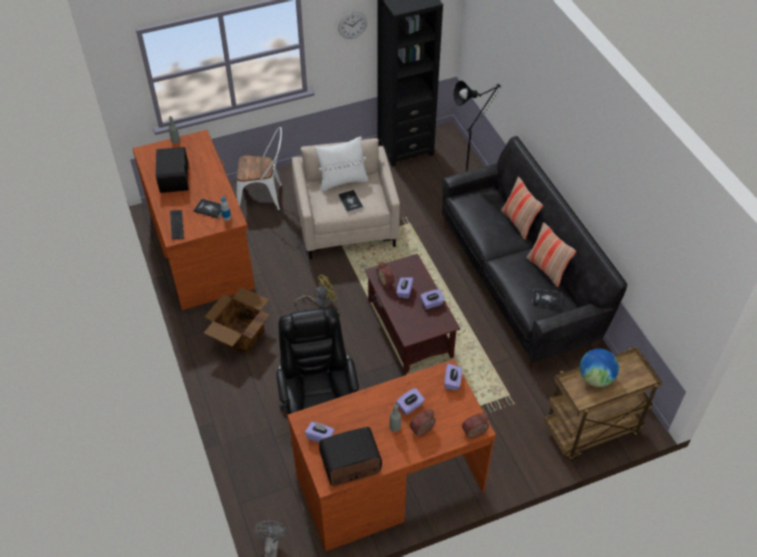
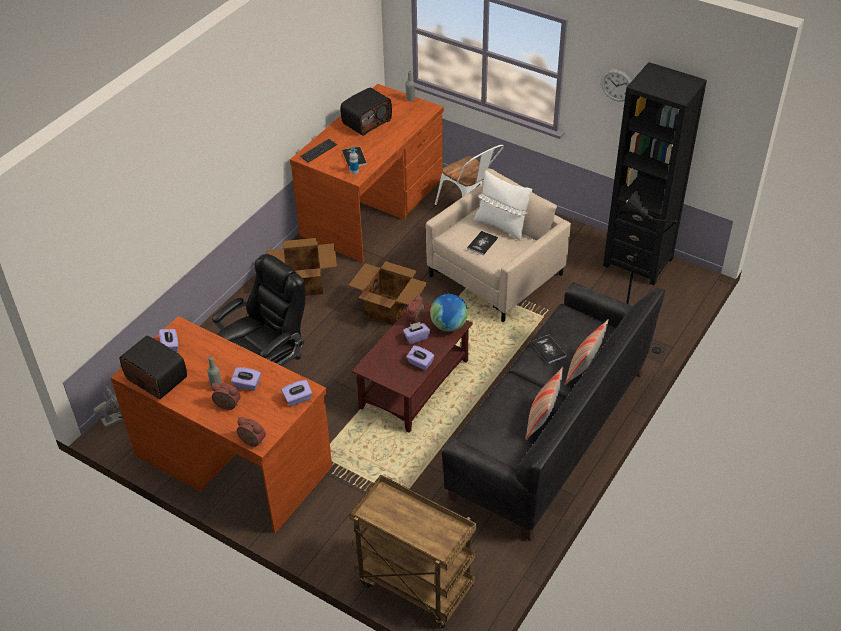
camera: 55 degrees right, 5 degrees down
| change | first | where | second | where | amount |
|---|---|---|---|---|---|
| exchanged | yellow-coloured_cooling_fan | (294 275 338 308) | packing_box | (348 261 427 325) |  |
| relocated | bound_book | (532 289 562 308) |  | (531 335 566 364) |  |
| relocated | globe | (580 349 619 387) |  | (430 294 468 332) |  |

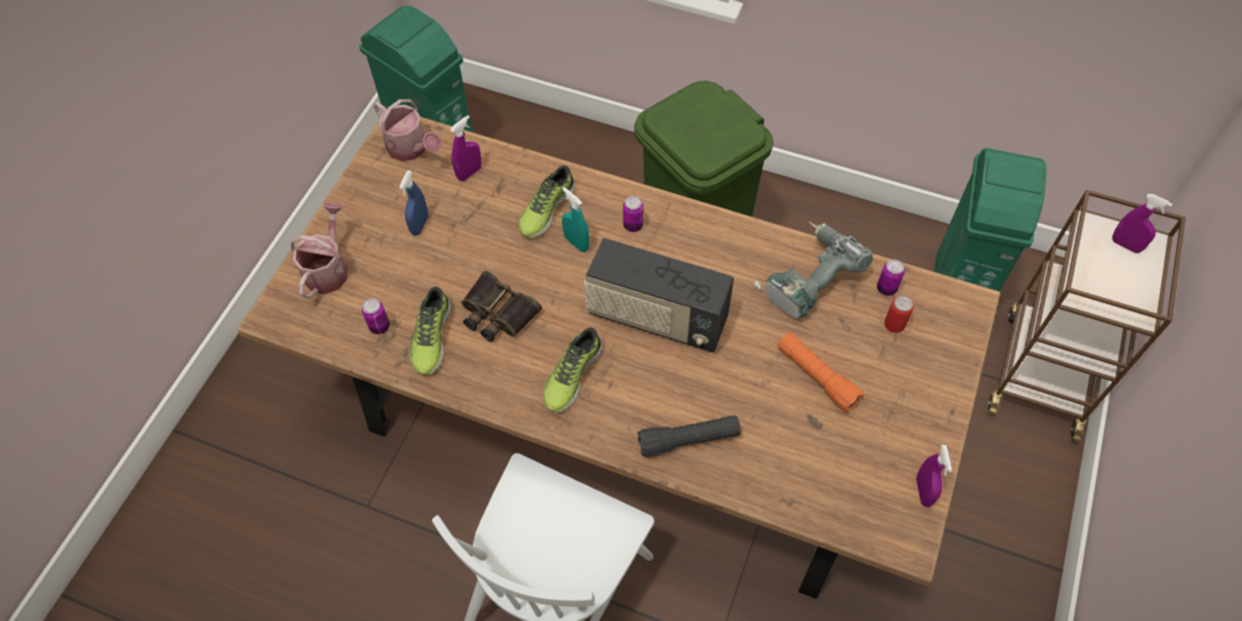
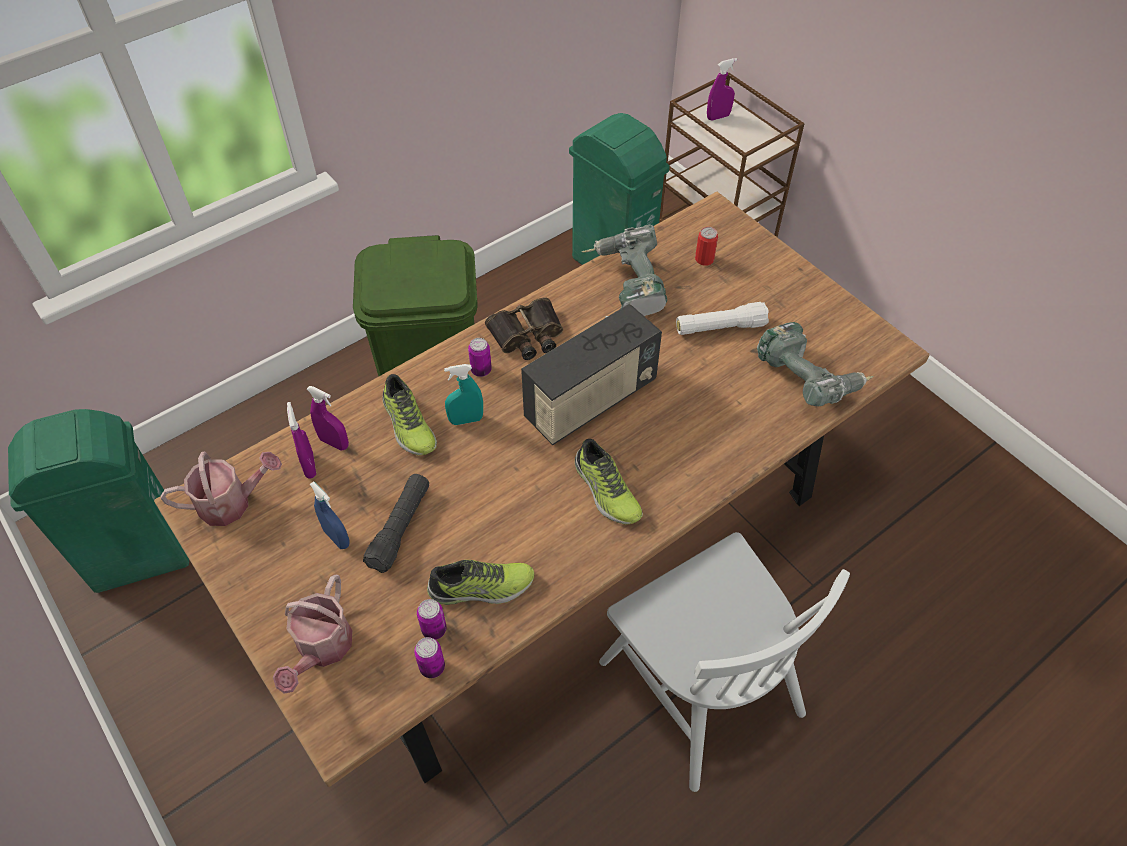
camera: 60 degrees left, 5 degrees down
| change | first | where | second | where | amount |
|---|---|---|---|---|---|
| spun | watering_pot | (291 203 348 299) |  | (273 574 352 693) | 120 degrees counterclockwise |
| spun | item_of_footwear | (409 287 451 374) |  | (427 560 534 605) | 45 degrees counterclockwise |
| relocated | binoculars | (461 270 542 342) |  | (485 297 563 360) |  |
| relocated | blackish_flashlight | (637 415 741 457) |  | (363 474 429 573) |  |
| colour | orange_flashlight | (777 333 864 413) | white_flashlight | (676 302 769 335) |  |
| relocated | sealed_can | (877 260 905 296) |  | (414 637 445 678) |  |
| relocated | purplish_spray_bottle | (916 445 952 507) |  | (307 386 349 451) |  |
| appeared |  |  | power_drill | (757 322 874 406) |  |

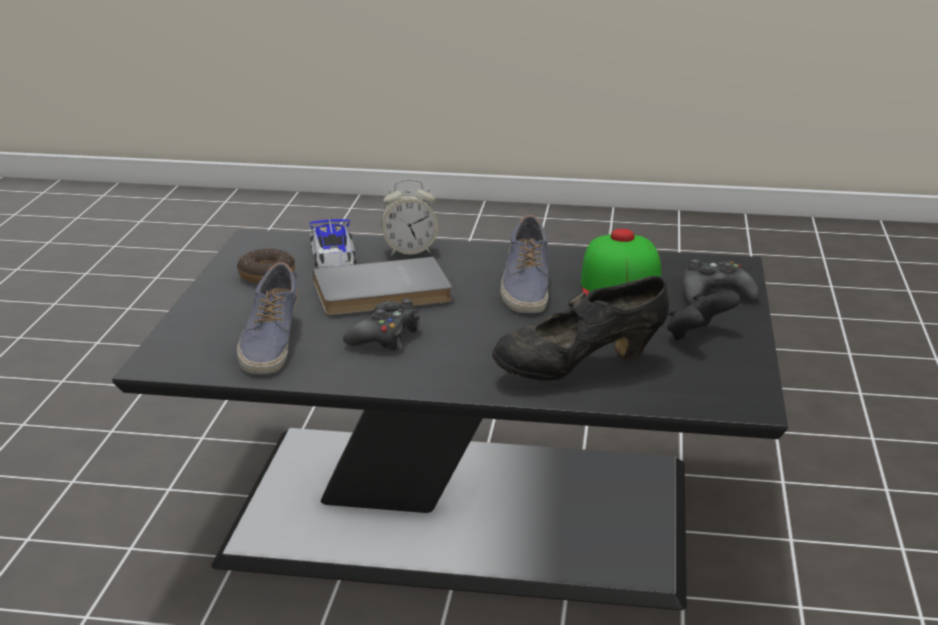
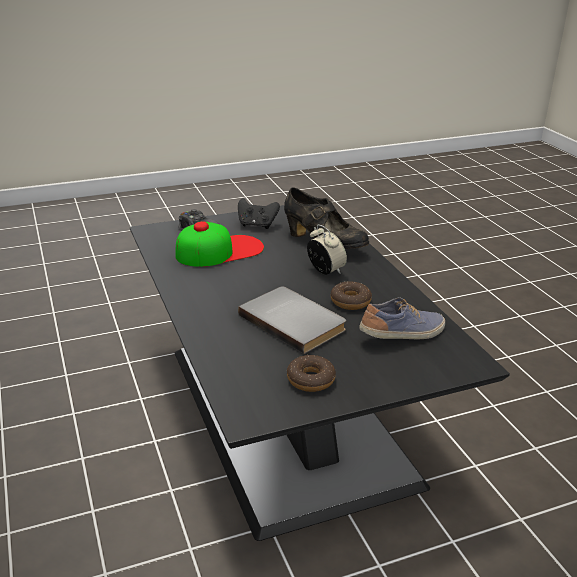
camera: 120 degrees left, 5 degrees up
| change | first | where | second | where | amount |
|---|---|---|---|---|---|
| missing | toy_car | (309 219 356 268) |  |  |  |
| exchanged | blackish_joypad | (343 299 421 351) | donut | (331 281 372 310) |  |
| relocated | alarm_clock | (381 179 438 256) |  | (307 224 347 275) |  |
| missing | item_of_footwear | (500 215 549 313) |  |  |  |

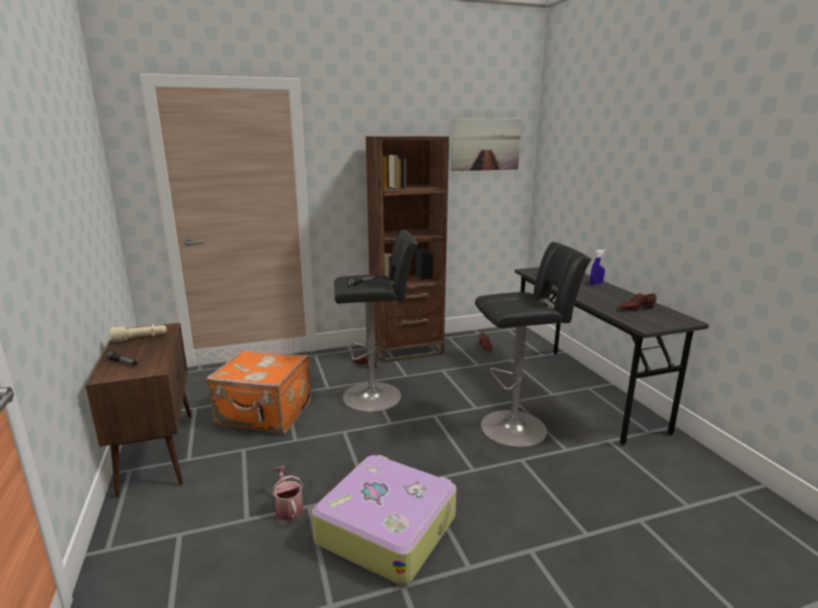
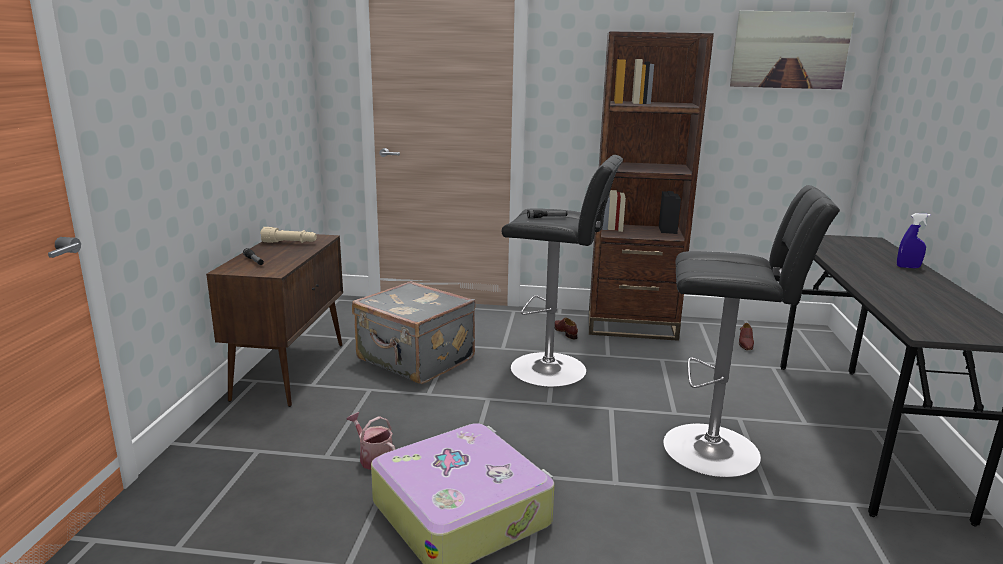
camera: 25 degrees right, 0 degrees up
| change | first | where | second | where | amount |
|---|---|---|---|---|---|
| colour | orange_travel_case | (206 349 311 434) | gray_travel_case | (352 281 476 384) |  |
| spun | watering_pot | (272 466 303 521) |  | (347 412 396 470) | 45 degrees counterclockwise |
| missing | brown_item_of_footwear | (618 293 656 311) |  |  |  |

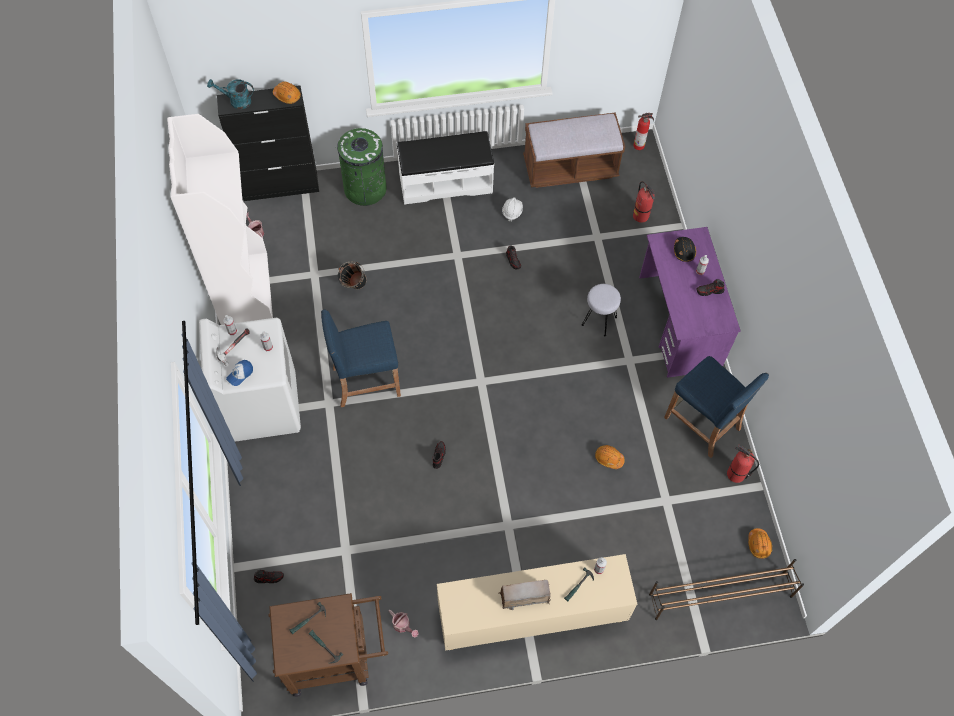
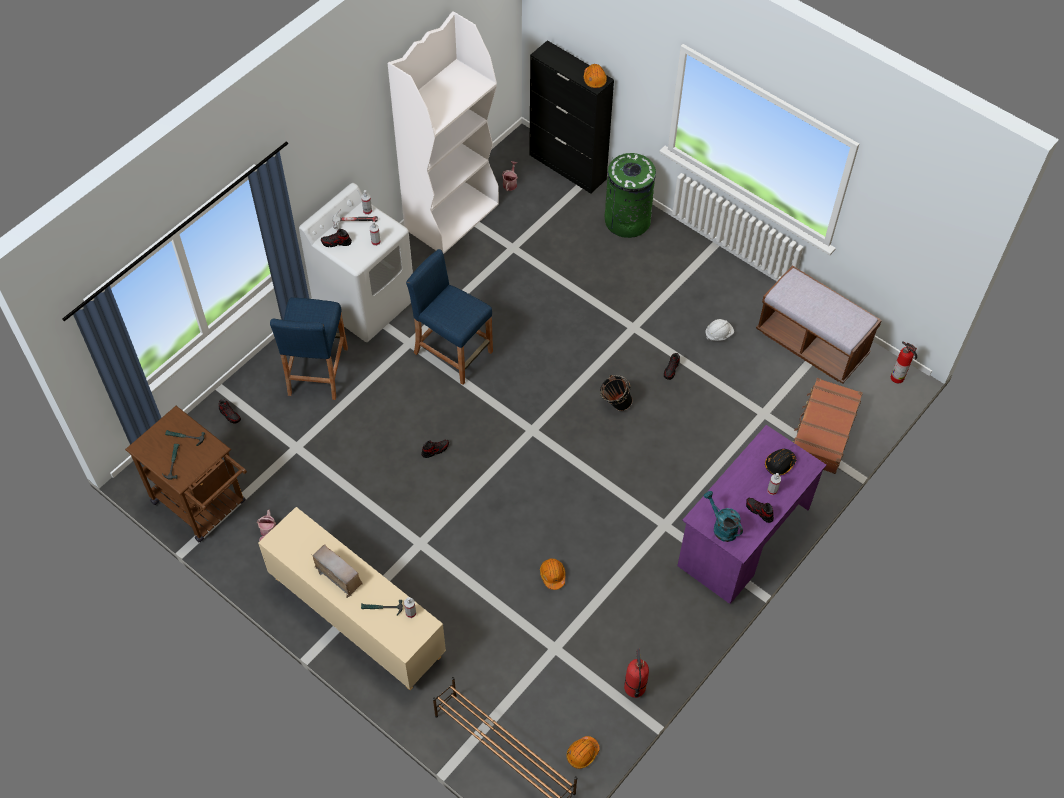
camera: 50 degrees right, 5 degrees down
| change | first | where | second | where | amount |
|---|---|---|---|---|---|
| relocated | turquoise-coloured_watering_pot | (207 79 254 109) |  | (703 491 743 542) |  |
| exchanged | peaked_cap | (226 360 253 386) | item_of_footwear | (321 229 352 247) |  |
| relocated | blackish_pail | (338 261 367 289) |  | (600 375 633 411) |  |
| missing | white_bench | (396 131 494 205) |  |  |  |
| missing | gray_stool_seat | (582 284 621 336) |  |  |  |
| exchanged | extinguisher | (633 181 655 223) | brown_travel_case | (793 378 863 474) |  |
| relocated | blue_stool_seat | (664 356 769 458) |  | (270 297 348 400) |  |

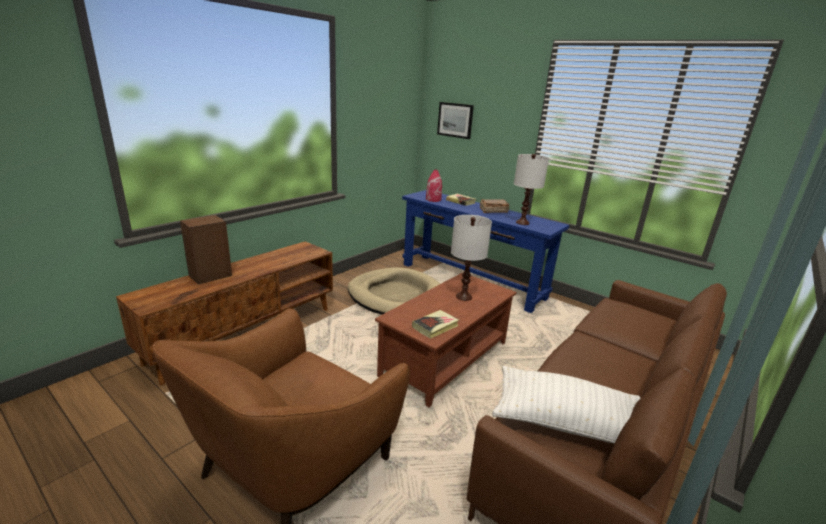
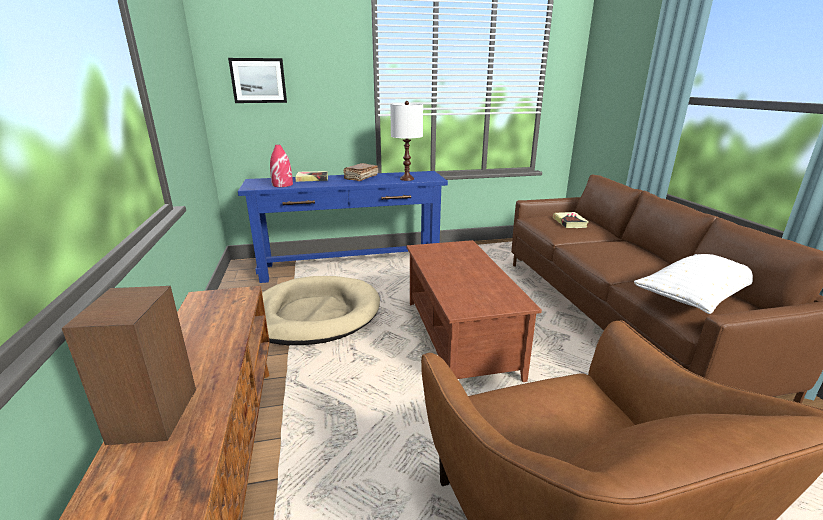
camera: 50 degrees left, 0 degrees up
| change | first | where | second | where | amount |
|---|---|---|---|---|---|
| relocated | bound_book | (412 310 459 338) |  | (553 212 589 228) |  |
| missing | white_table_lamp | (451 215 492 301) |  |  |  |

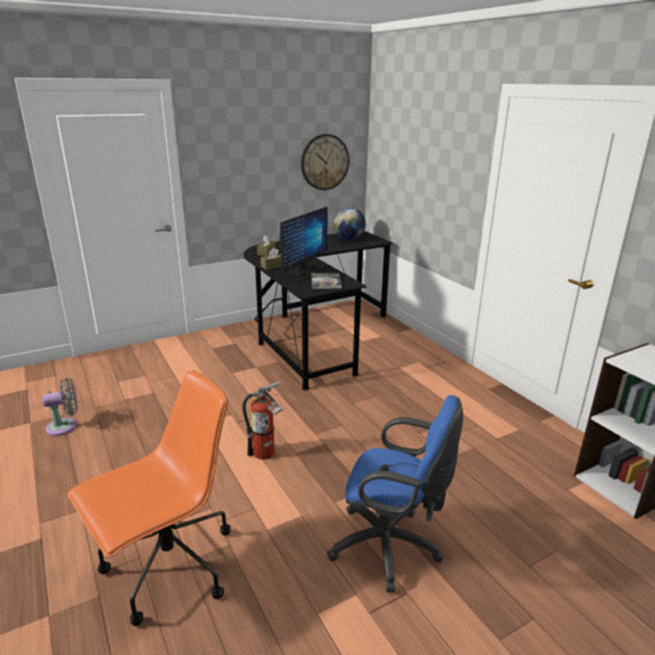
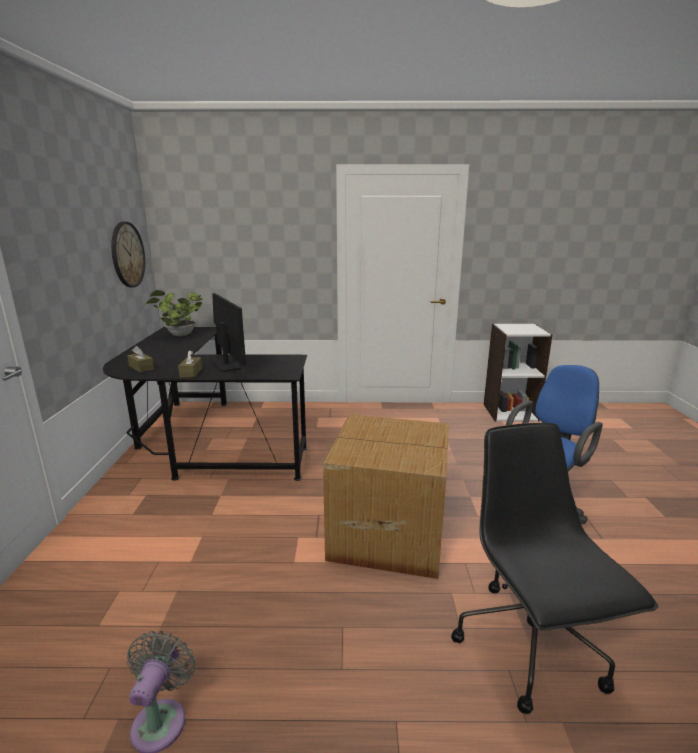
camera: 60 degrees left, 5 degrees down
| change | first | where | second | where | amount |
|---|---|---|---|---|---|
| colour | orange_desk_chair | (68 370 231 626) | blackish_desk_chair | (451 423 658 714) |  |
| exchanged | extinguisher | (242 381 284 460) | packing_box | (323 414 449 579) |  |
| missing | bound_book | (311 273 342 289) |  |  |  |
| exchanged | globe | (334 207 366 240) | plant_in_a_pot | (144 290 203 336) |  |

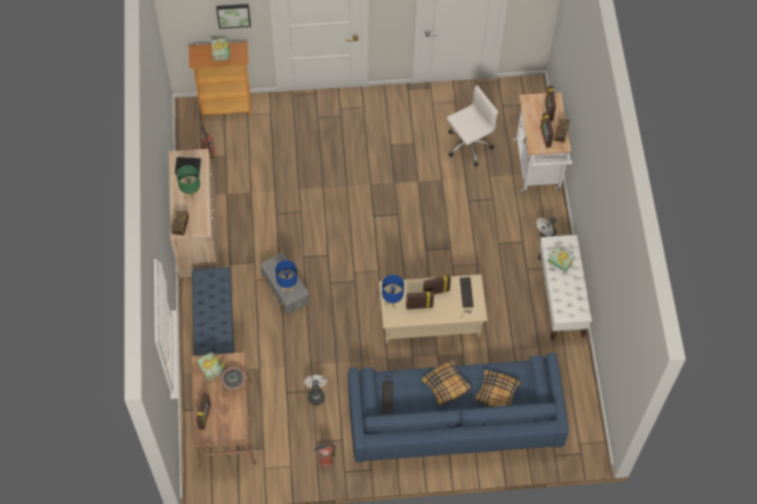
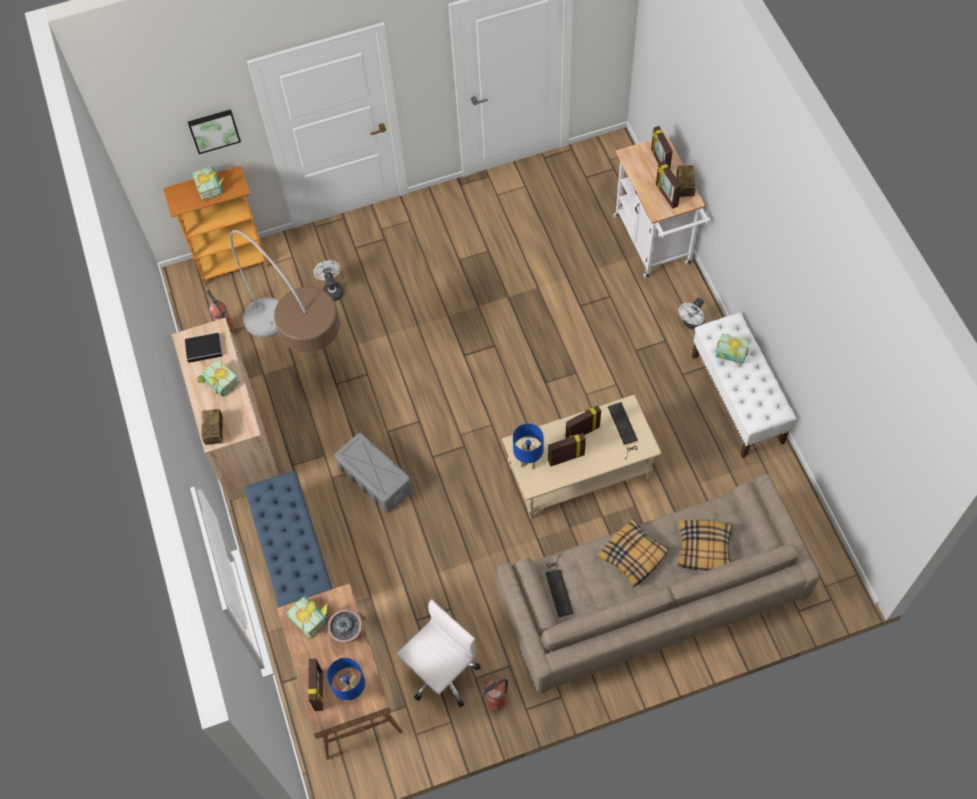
camera: 10 degrees left, 0 degrees up
| change | first | where | second | where | amount |
|---|---|---|---|---|---|
| exchanged | greenish_table_lamp | (177 165 200 200) | bound_book | (197 360 240 397) |  |
| relocated | blue_table_lamp | (275 260 298 293) |  | (327 658 365 702) |  |
| relocated | white_cooling_fan | (304 375 327 405) |  | (313 260 343 301) |  |
| colour | blue_sofa | (348 353 569 463) | sand-coloured_sofa | (497 474 820 694) |  |
| relocated | white_desk_chair | (446 85 498 166) |  | (397 599 481 707) |  |
| appeared |  |  | floor_lamp | (230 230 340 352) |  |

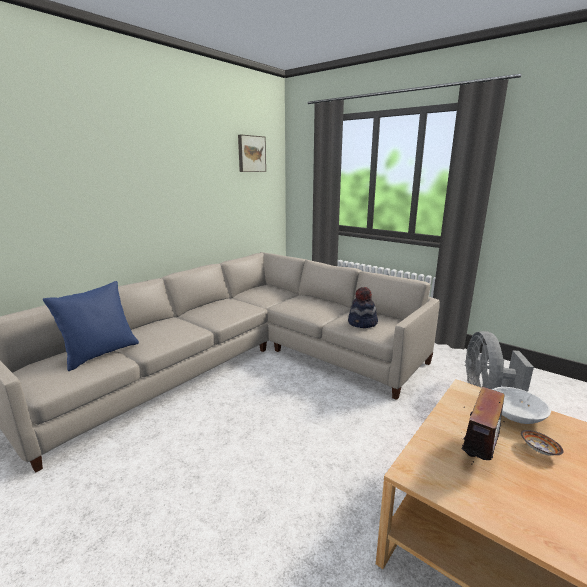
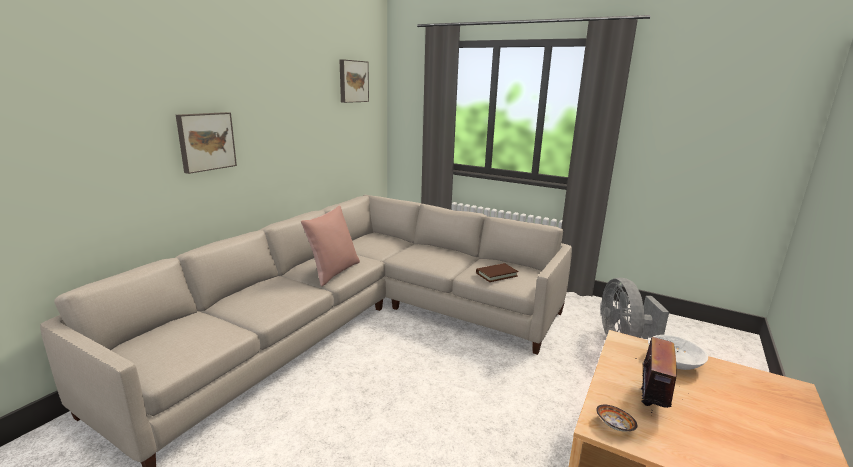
camera: 10 degrees left, 0 degrees up
| change | first | where | second | where | amount |
|---|---|---|---|---|---|
| missing | blue_pillow | (43 281 139 371) |  |  |  |
| exchanged | wearable_hat | (348 287 378 328) | brown_bound_book | (476 263 519 282) |  |
| relocated | bowl | (521 430 563 456) |  | (596 405 637 432) |  |
| appeared |  |  | wall_art | (176 112 237 174) |  |
| appeared |  |  | pink-coloured_pillow | (301 205 360 287) |  |

